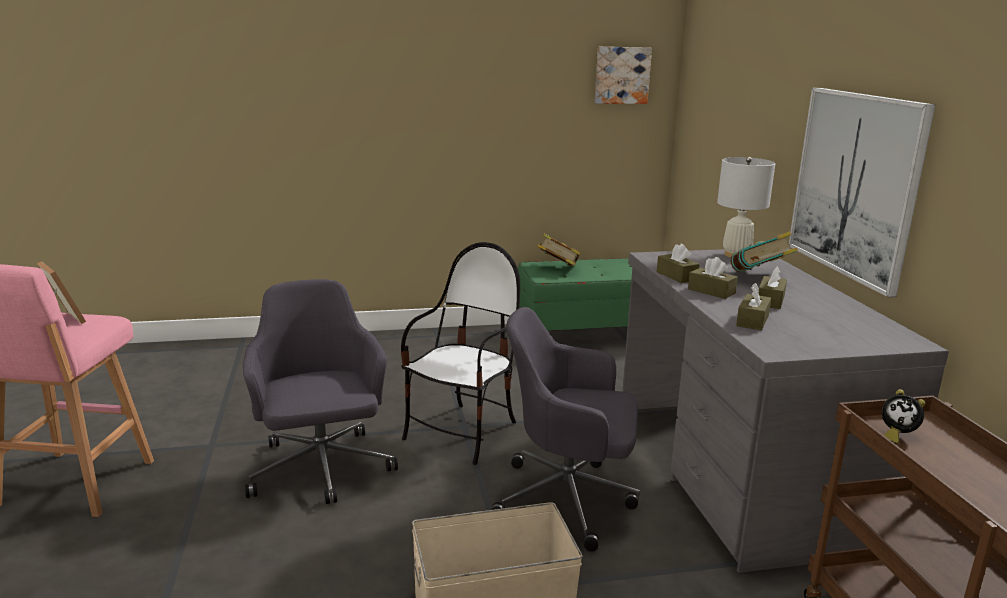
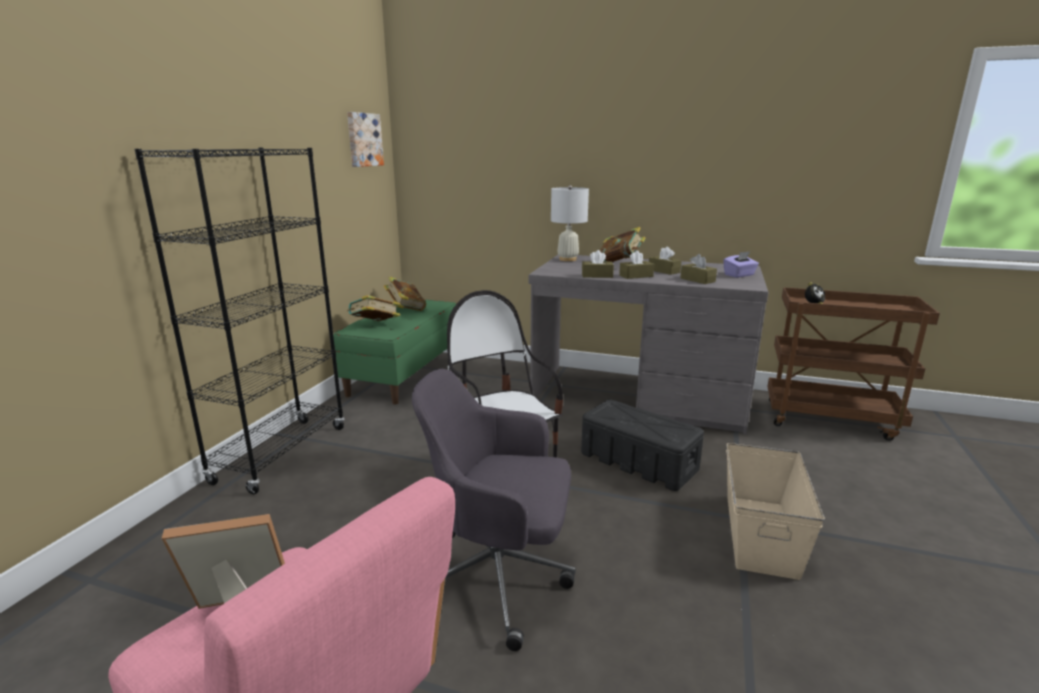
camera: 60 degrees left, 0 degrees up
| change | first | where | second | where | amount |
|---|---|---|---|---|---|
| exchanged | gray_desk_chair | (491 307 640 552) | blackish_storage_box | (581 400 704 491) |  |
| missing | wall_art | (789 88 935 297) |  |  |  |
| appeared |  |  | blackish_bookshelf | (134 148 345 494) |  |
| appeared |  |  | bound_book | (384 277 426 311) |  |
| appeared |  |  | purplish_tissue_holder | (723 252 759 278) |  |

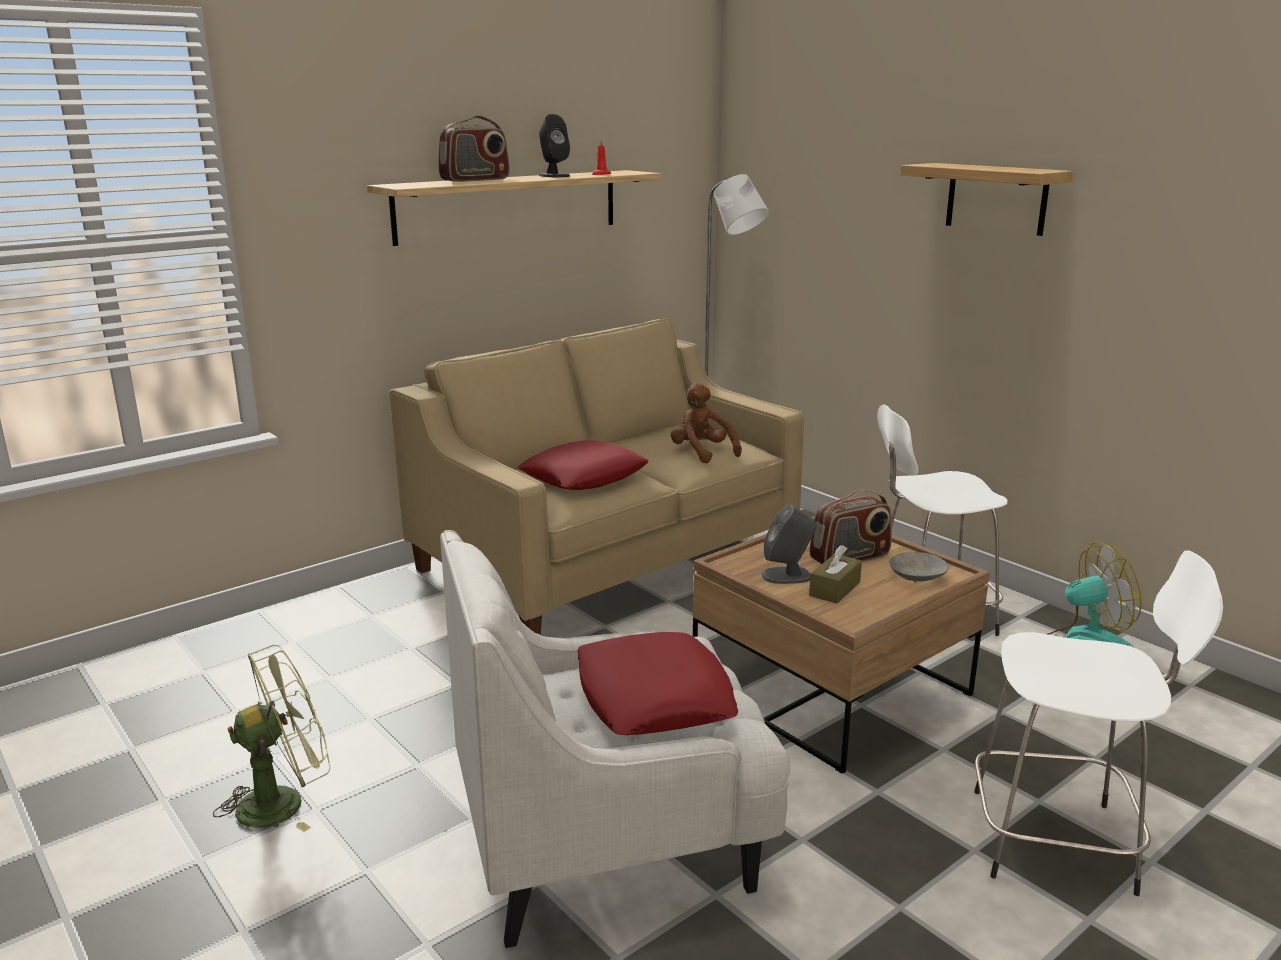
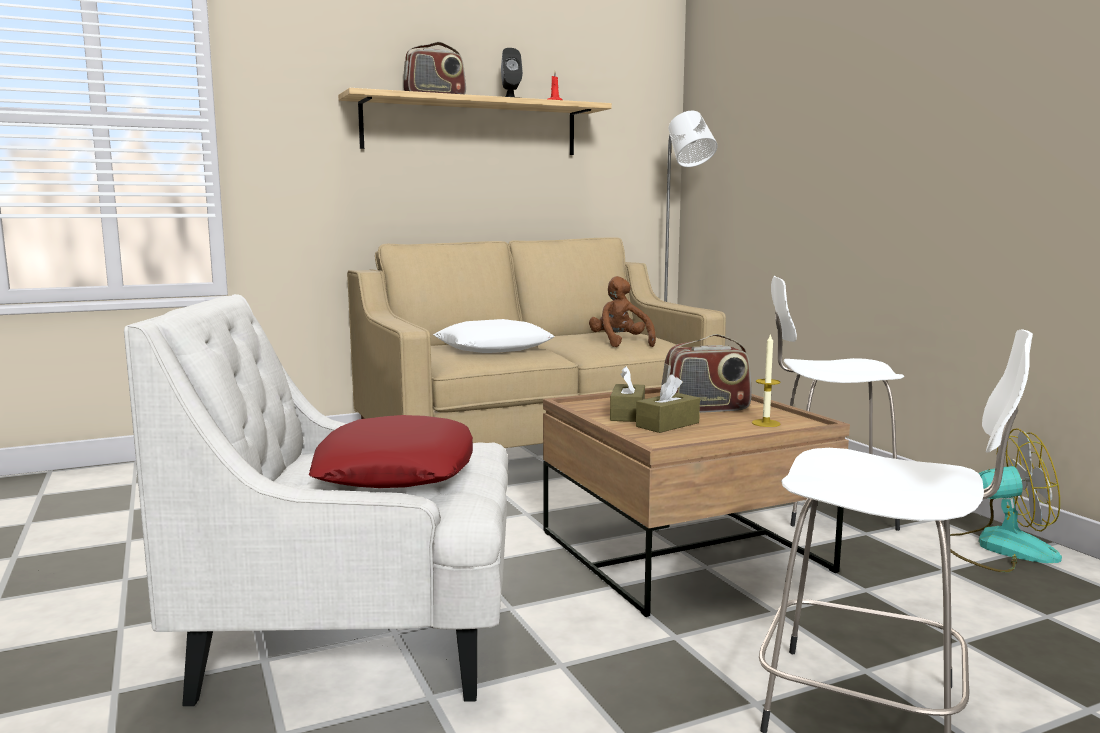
camera: 15 degrees right, 10 degrees down
| change | first | where | second | where | amount |
|---|---|---|---|---|---|
| missing | greenish_cooling_fan | (213 645 331 832) |  |  |  |
| colour | reddish_pillow | (518 440 649 490) | white_pillow | (433 319 555 353) |  |
| exchanged | gray_loudspeaker | (762 505 817 584) | brown_tissue_holder | (610 366 645 422) |  |
| exchanged | gray_bowl | (890 552 948 583) | candle | (752 333 781 427) |  |
| missing | bracket_shelf | (900 163 1074 236) |  |  |  |

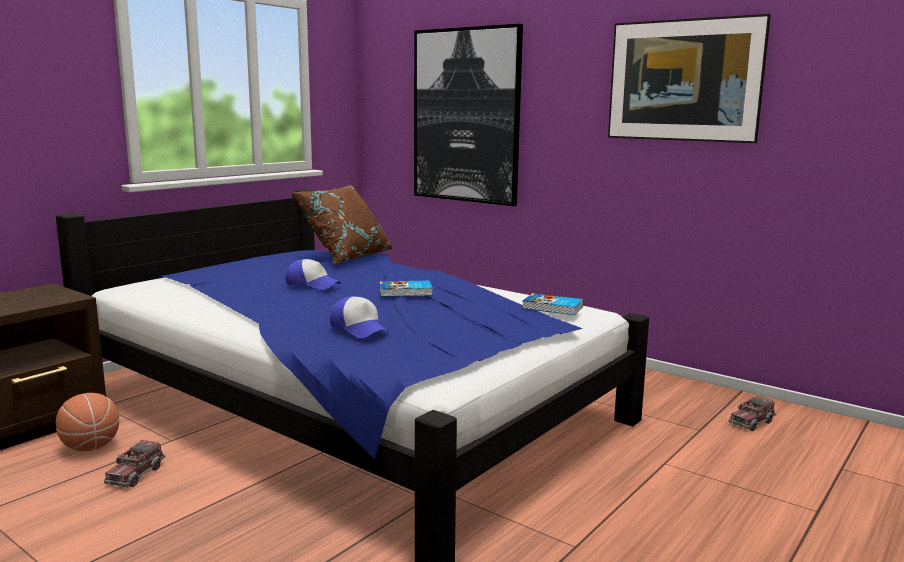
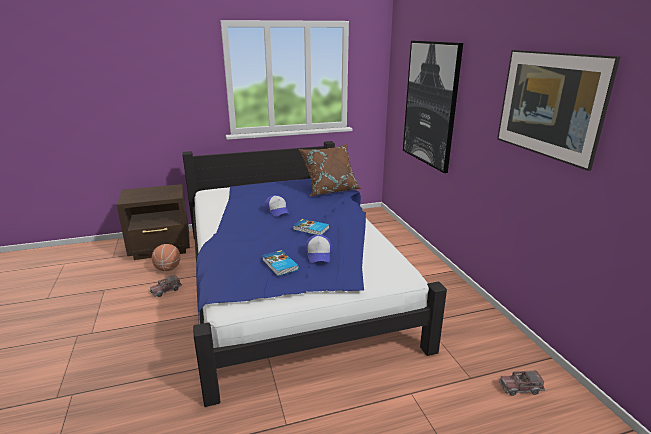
camera: 35 degrees right, 10 degrees up
| change | first | where | second | where | amount |
|---|---|---|---|---|---|
| relocated | peaked_cap | (330 296 389 338) |  | (305 235 332 263) |  |
| relocated | bound_book | (522 293 584 315) |  | (262 250 299 276) |  |

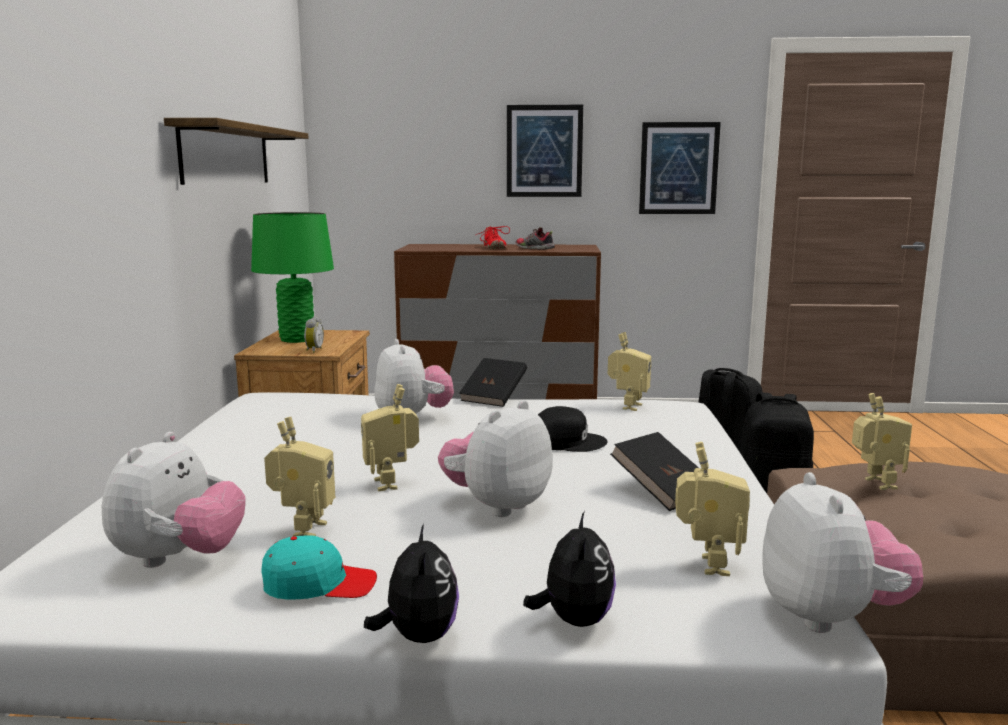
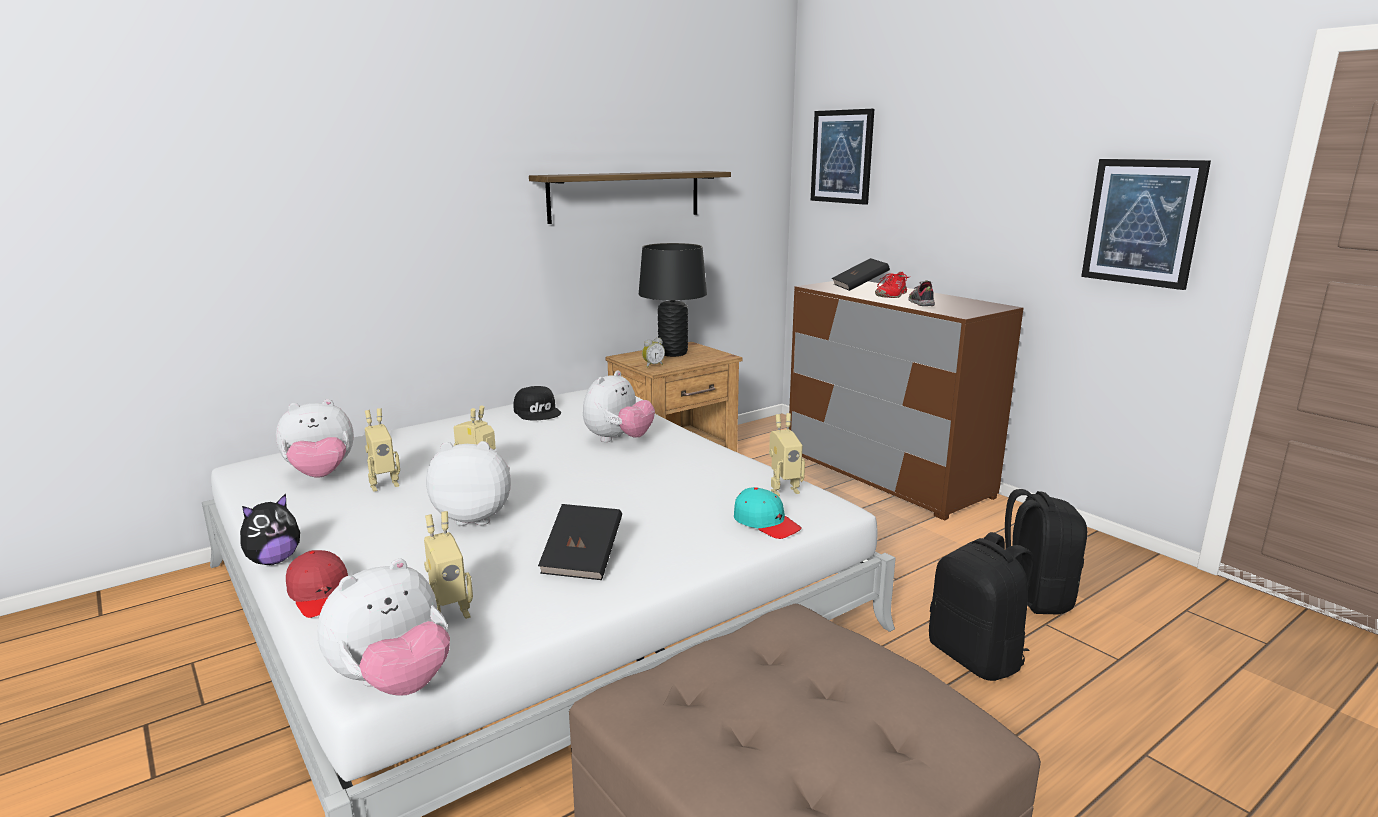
camera: 50 degrees right, 5 degrees up
| change | first | where | second | where | amount |
|---|---|---|---|---|---|
| colour | greenish_table_lamp | (251 212 334 343) | blackish_table_lamp | (639 243 707 357) |  |
| relocated | turquoise-coloured_peaked_cap | (261 536 377 600) |  | (734 487 802 539) |  |
| relocated | blackish_bound_book | (459 358 527 407) |  | (832 258 890 291) |  |
| relocated | wall_art | (507 105 583 197) |  | (811 109 874 205) |  |
| exchanged | cuddly_toy | (523 511 616 627) | reddish_peaked_cap | (286 550 348 618) |  |
| relocated | blackish_peaked_cap | (538 406 608 452) |  | (513 386 561 420) |  |
| missing | robot_figure | (852 393 912 490) |  |  |  |

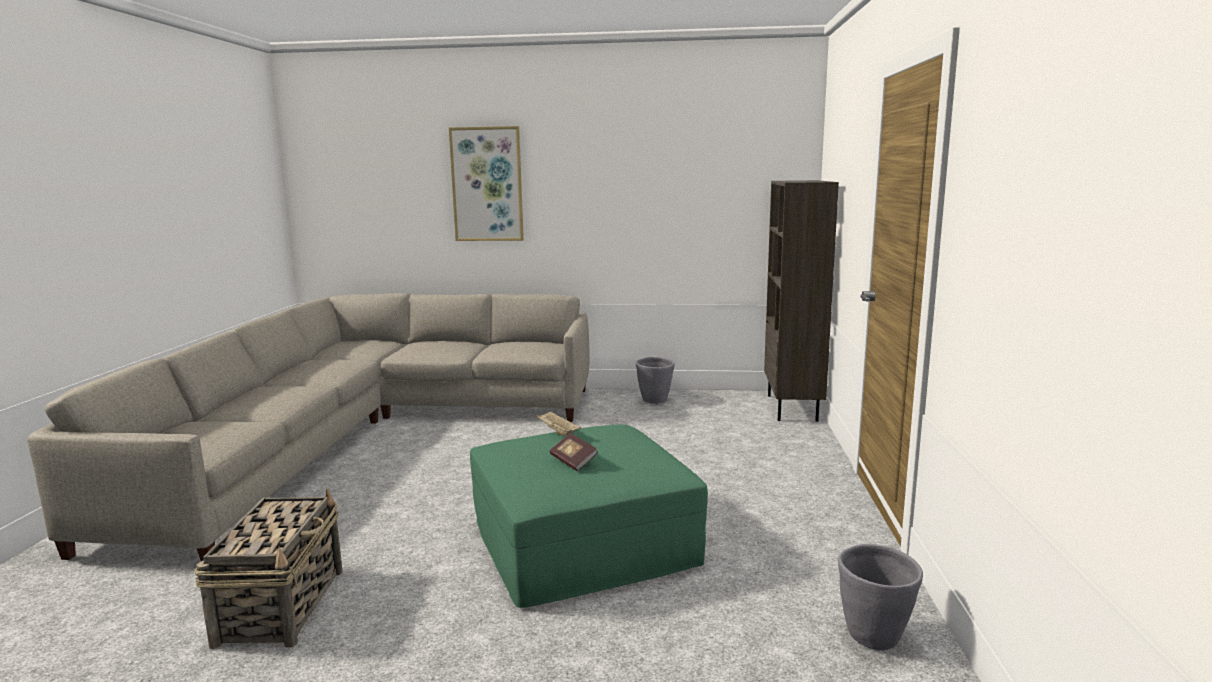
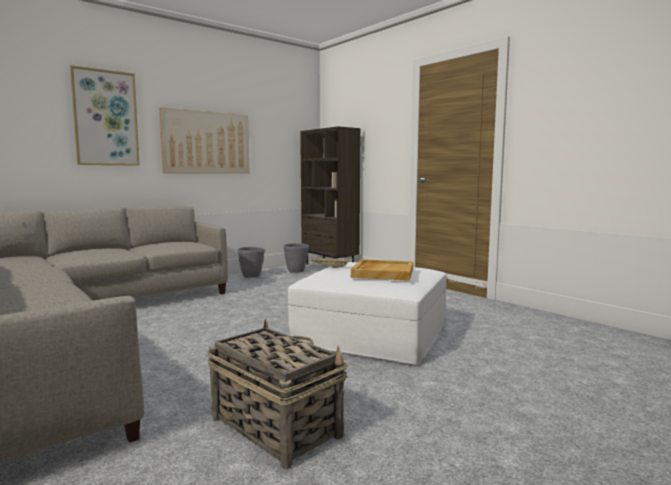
camera: 45 degrees left, 5 degrees down
| change | first | where | second | where | amount |
|---|---|---|---|---|---|
| colour | greenish_ottoman | (470 424 708 608) | white_ottoman | (288 262 447 365) |  |
| exchanged | bound_book | (550 433 598 471) | sand-coloured_carrying_tray | (351 259 413 281) |  |
| relocated | gray_flower_pot | (838 544 923 651) |  | (283 243 309 273) |  |
| appeared |  |  | wall_art | (159 107 250 173) |  |

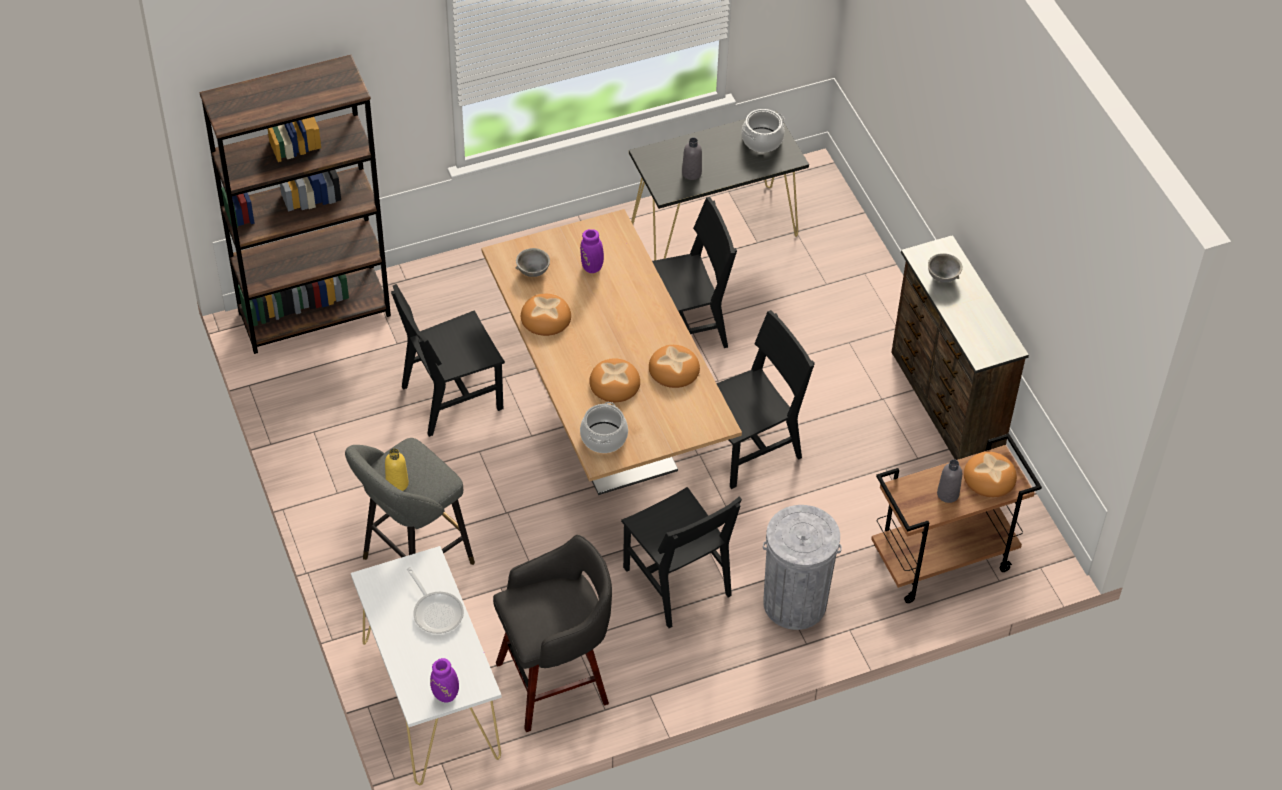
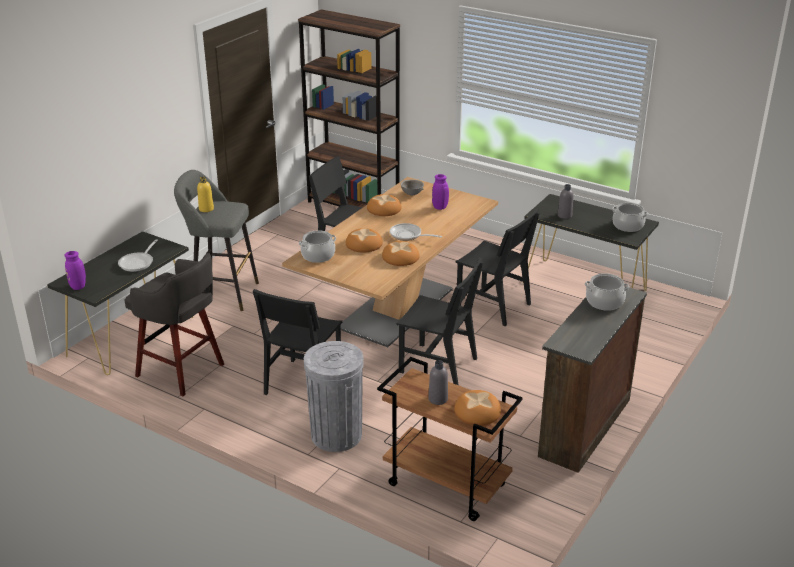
camera: 55 degrees right, 20 degrees down
| change | first | where | second | where | amount |
|---|---|---|---|---|---|
| colour | white_narrow_table | (351 546 502 785) | blackish_narrow_table | (47 231 193 375) |  |
| exchanged | gray_bowl | (928 253 962 282) | stockpot | (585 273 629 311) |  |
| appeared |  |  | pan | (390 223 442 241) |  |

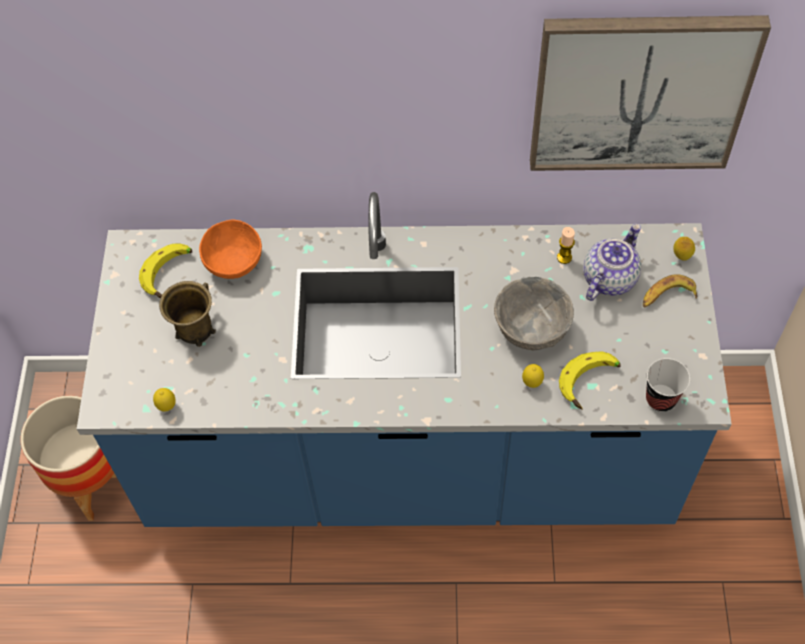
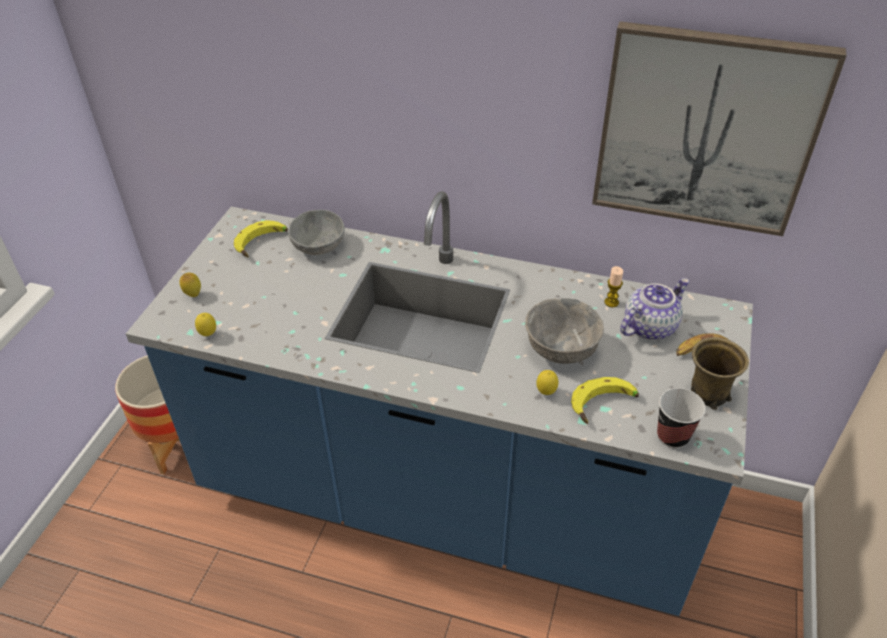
camera: 15 degrees right, 15 degrees down
| change | first | where | second | where | amount |
|---|---|---|---|---|---|
| relocated | brown_tea_mug | (159 281 216 347) |  | (691 337 749 410) |  |
| colour | orange_bowl | (199 220 262 279) | gray_bowl | (288 210 345 255) |  |
| relocated | citrus_fruit | (674 237 695 261) |  | (179 273 201 297) |  |

